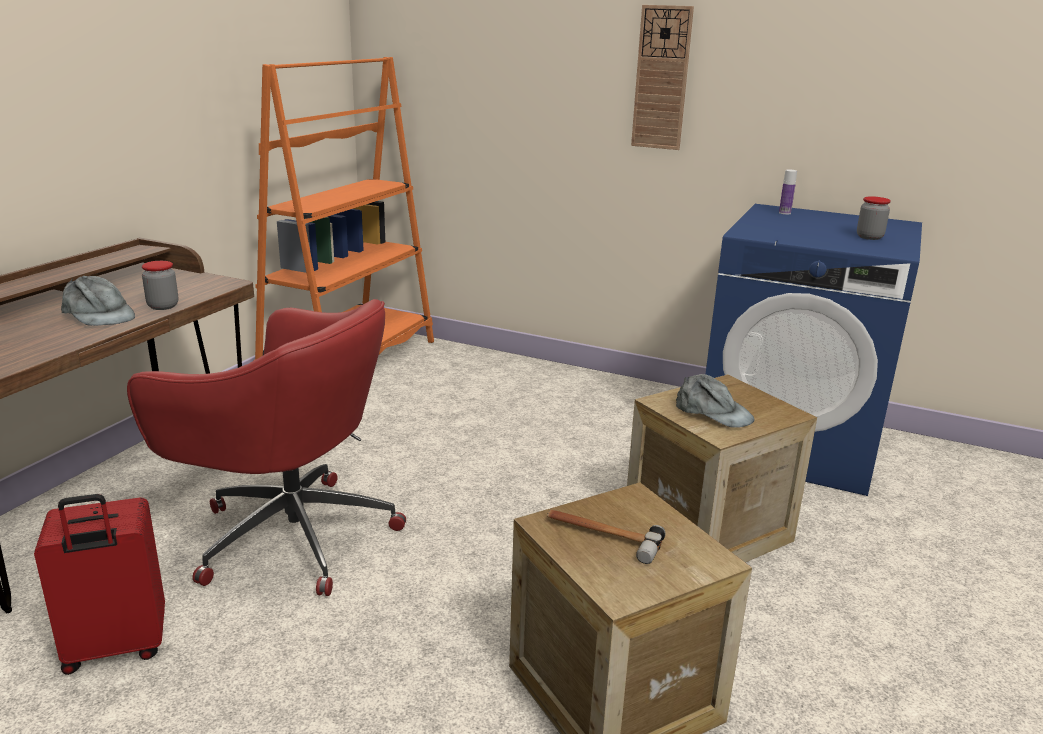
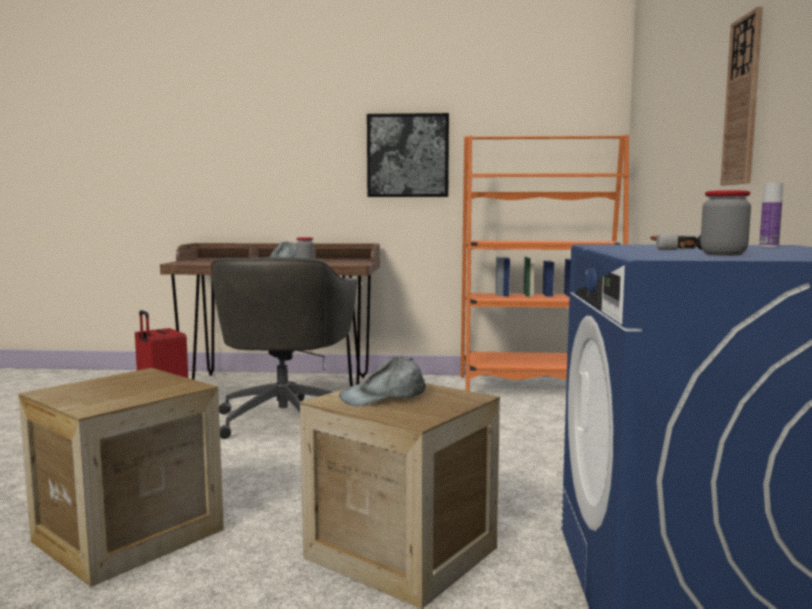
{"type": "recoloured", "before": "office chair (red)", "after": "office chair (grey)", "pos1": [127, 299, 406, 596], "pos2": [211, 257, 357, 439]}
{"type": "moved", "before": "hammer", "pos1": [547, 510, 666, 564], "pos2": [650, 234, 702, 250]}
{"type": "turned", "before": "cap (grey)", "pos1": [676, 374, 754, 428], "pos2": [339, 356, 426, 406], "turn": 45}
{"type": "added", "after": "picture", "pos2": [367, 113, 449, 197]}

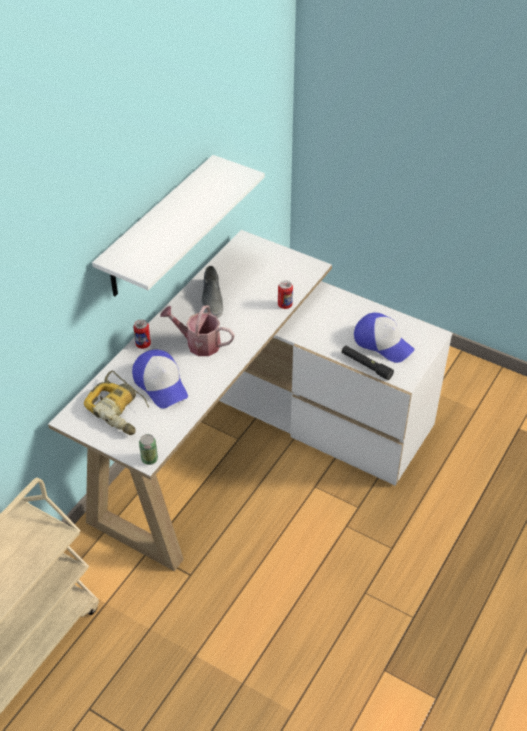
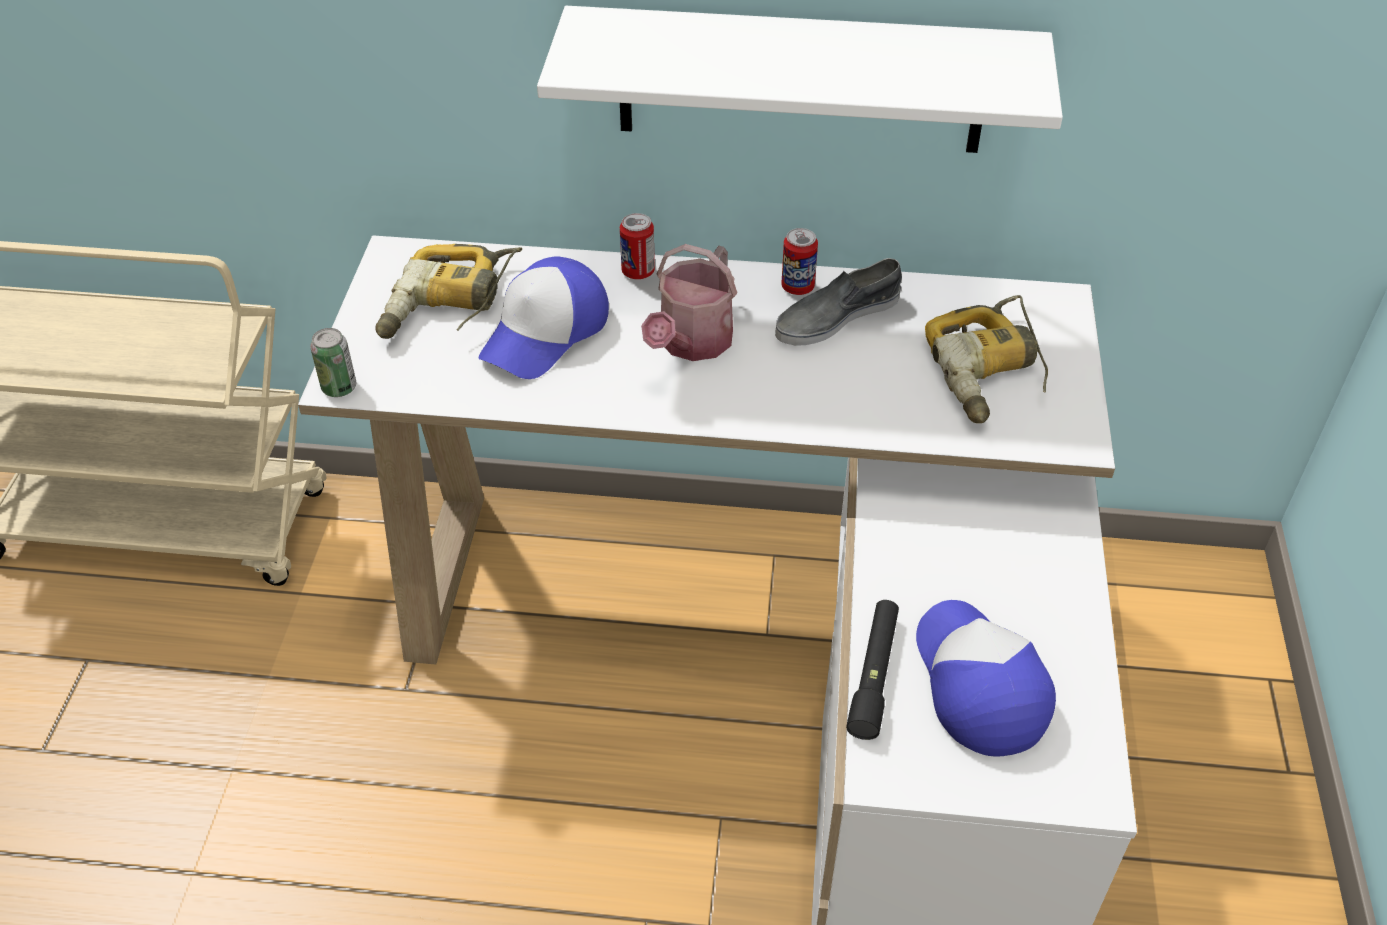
{"type": "turned", "before": "watering can", "pos1": [160, 305, 234, 356], "pos2": [641, 244, 737, 361], "turn": -150}
{"type": "moved", "before": "can", "pos1": [278, 281, 293, 309], "pos2": [781, 228, 818, 295]}
{"type": "turned", "before": "cap", "pos1": [354, 312, 415, 363], "pos2": [916, 600, 1056, 757], "turn": 150}
{"type": "added", "after": "power drill", "pos2": [925, 295, 1048, 423]}

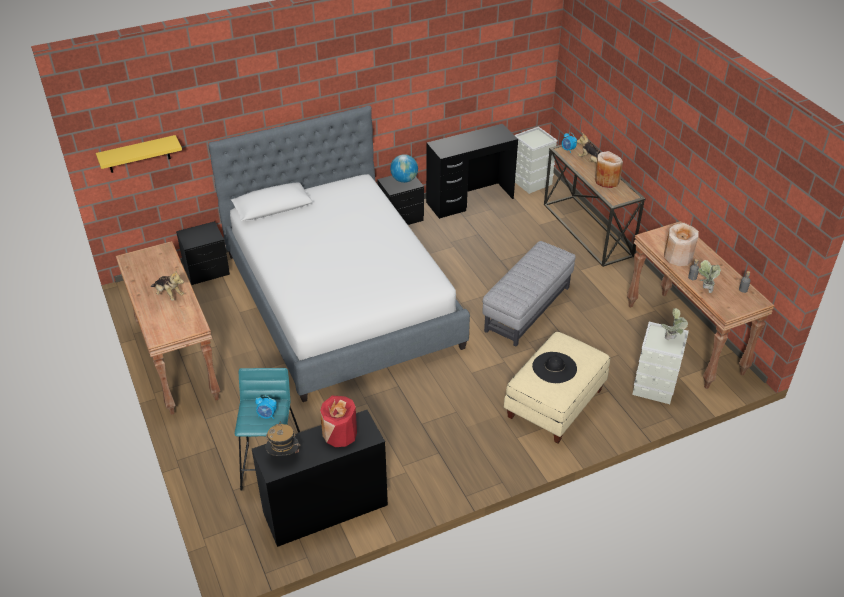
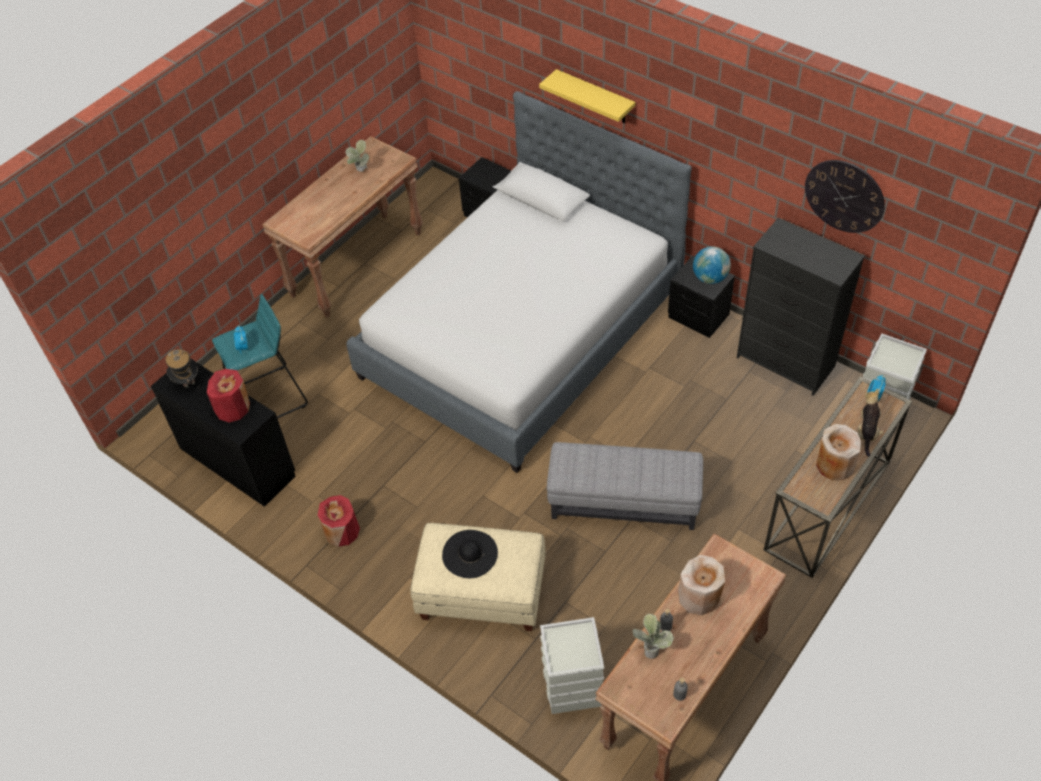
{"type": "moved", "before": "shelf (yellow)", "pos1": [96, 135, 182, 173], "pos2": [539, 69, 635, 123]}
{"type": "removed", "before": "plush toy", "pos1": [151, 270, 184, 301]}
{"type": "replaced", "before": "desk (black)", "after": "dresser (black)", "pos1": [426, 124, 518, 219], "pos2": [737, 217, 865, 396]}
{"type": "moved", "before": "potted plant", "pos1": [661, 308, 688, 340], "pos2": [346, 140, 369, 172]}
{"type": "added", "after": "vase (red)", "pos2": [318, 495, 360, 547]}
{"type": "added", "after": "wall clock", "pos2": [805, 160, 885, 233]}

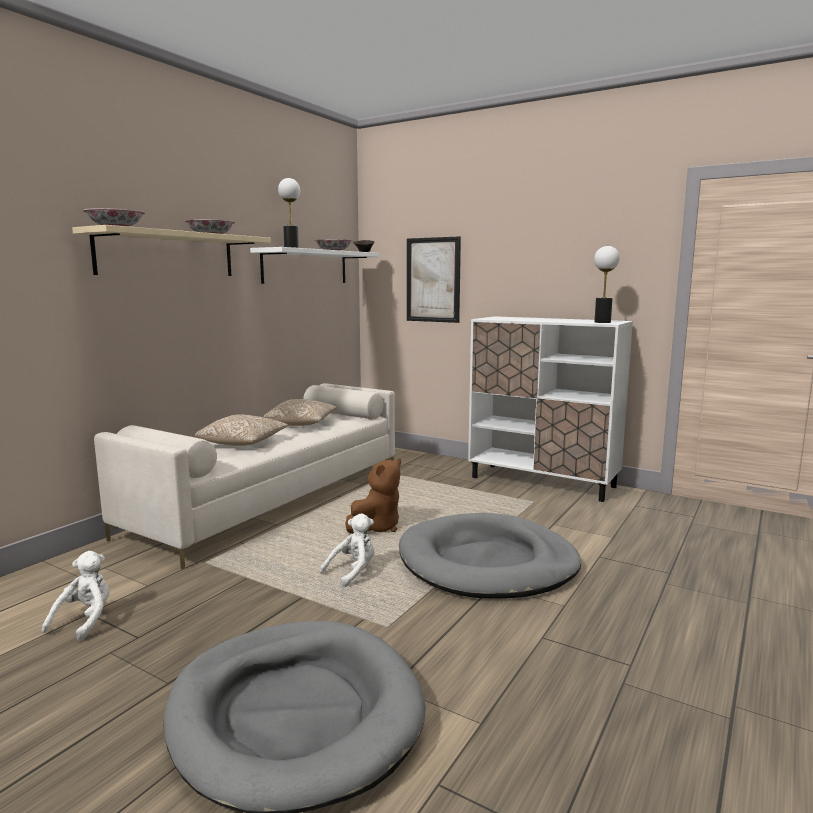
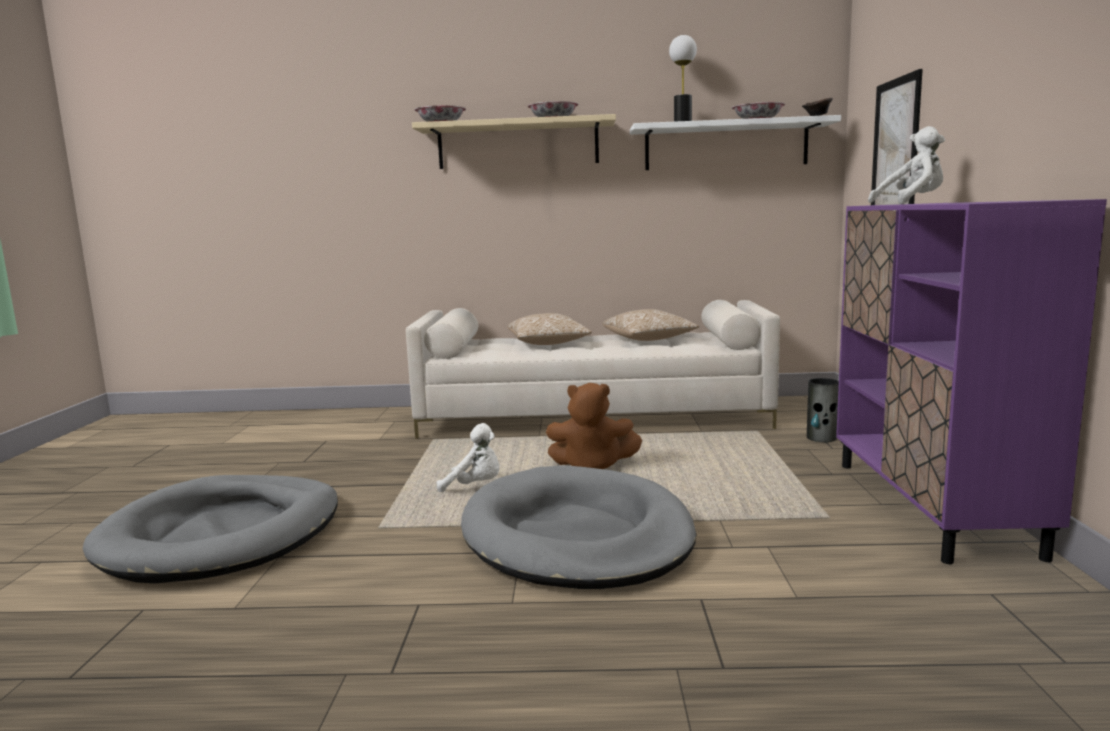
{"type": "moved", "before": "plush toy (white)", "pos1": [42, 551, 110, 641], "pos2": [868, 126, 945, 204]}
{"type": "recoloured", "before": "cabinet (white)", "after": "cabinet (purple)", "pos1": [468, 316, 633, 502], "pos2": [836, 199, 1107, 564]}
{"type": "removed", "before": "table lamp", "pos1": [594, 246, 620, 323]}
{"type": "added", "after": "vase", "pos2": [807, 378, 839, 442]}

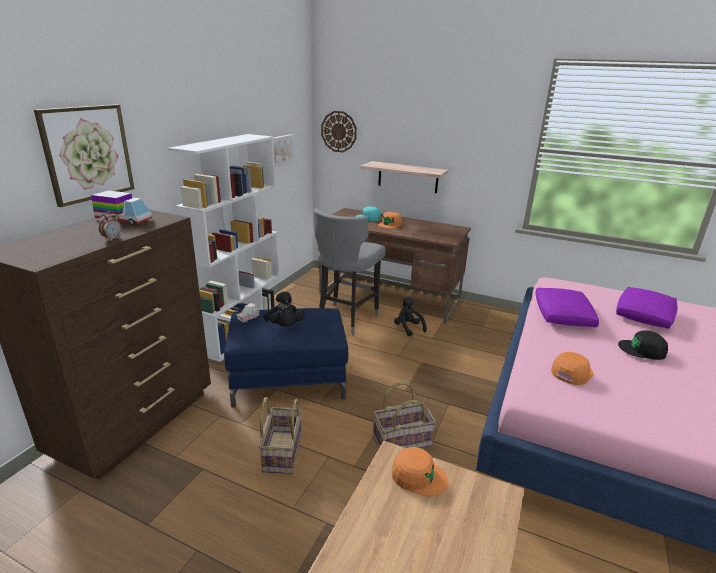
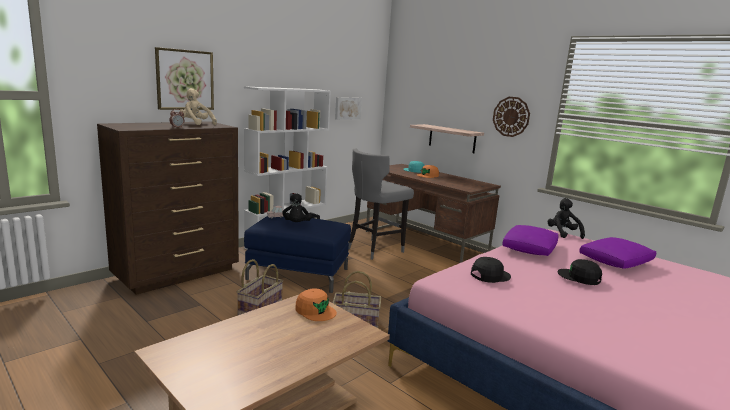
{"type": "replaced", "before": "toy truck", "after": "plush toy (beige)", "pos1": [91, 190, 152, 225], "pos2": [179, 88, 217, 125]}
{"type": "moved", "before": "wall clock", "pos1": [321, 111, 357, 152], "pos2": [493, 97, 530, 137]}
{"type": "moved", "before": "plush toy (black)", "pos1": [394, 297, 427, 336], "pos2": [547, 198, 585, 239]}
{"type": "recoloured", "before": "cap (orange)", "after": "cap (black)", "pos1": [551, 352, 593, 385], "pos2": [471, 257, 511, 283]}

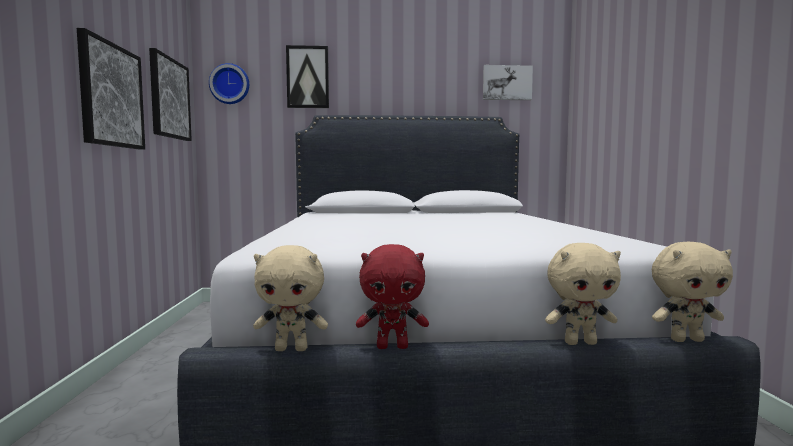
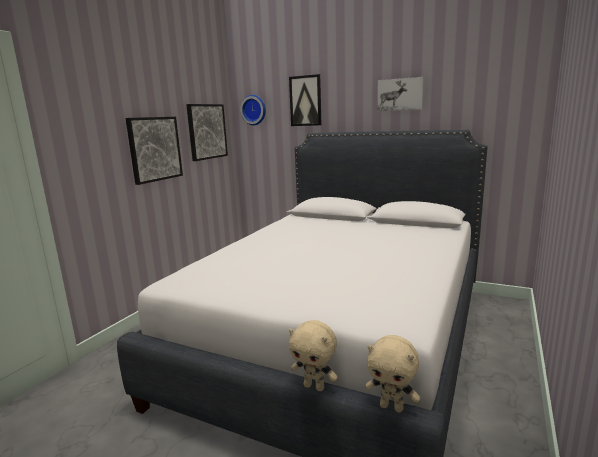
{"type": "removed", "before": "plush toy (beige)", "pos1": [253, 245, 328, 351]}
{"type": "removed", "before": "plush toy (red)", "pos1": [356, 244, 429, 349]}
{"type": "moved", "before": "picture", "pos1": [483, 65, 533, 100], "pos2": [377, 77, 424, 111]}

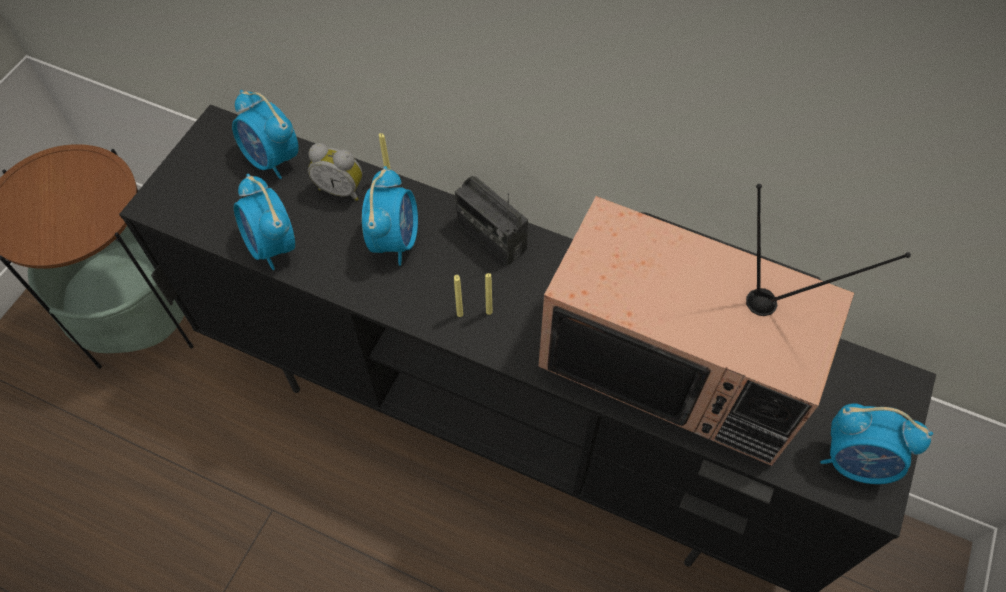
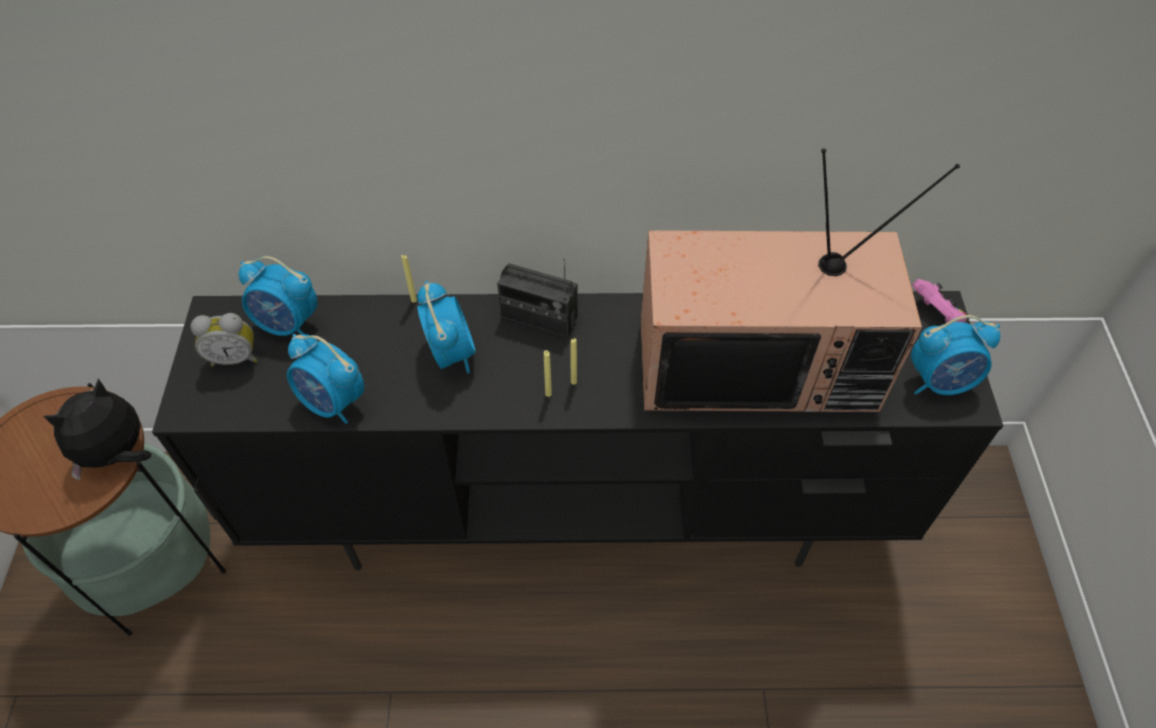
{"type": "moved", "before": "alarm clock", "pos1": [308, 143, 362, 201], "pos2": [191, 313, 257, 367]}
{"type": "added", "after": "plush toy", "pos2": [44, 379, 151, 481]}
{"type": "added", "after": "game controller (pink)", "pos2": [912, 279, 967, 323]}

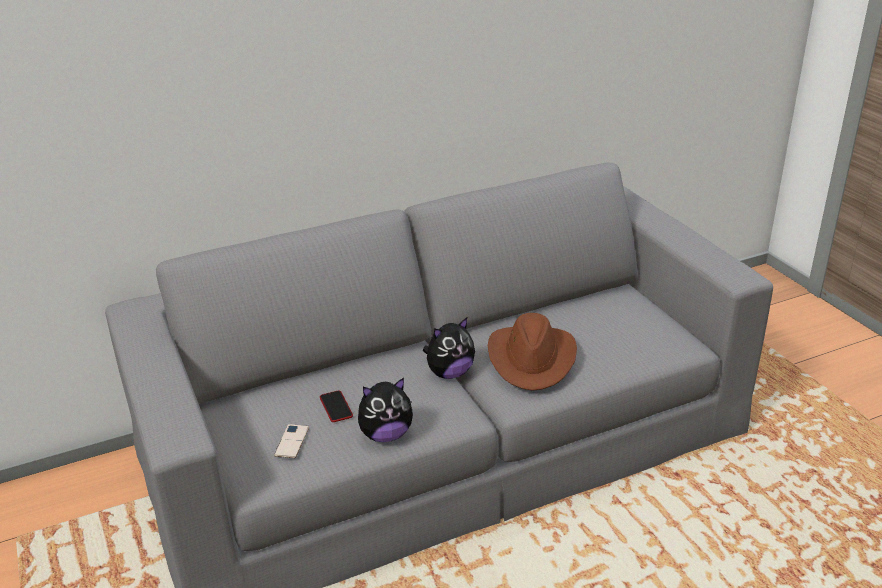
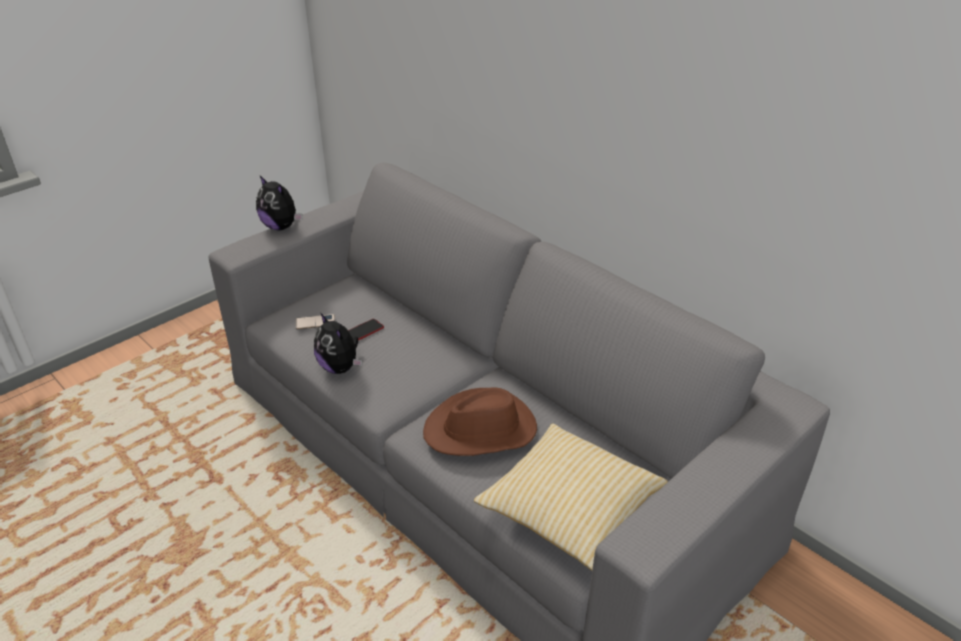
{"type": "moved", "before": "plush toy", "pos1": [423, 318, 475, 379], "pos2": [256, 176, 303, 231]}
{"type": "added", "after": "pillow", "pos2": [474, 423, 668, 571]}

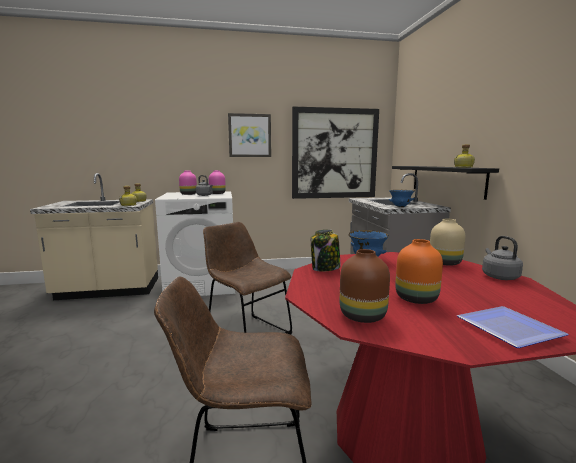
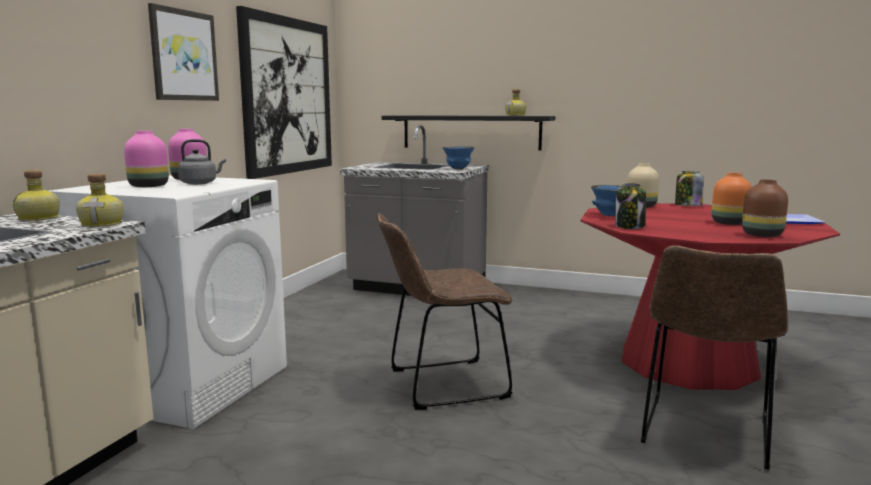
{"type": "replaced", "before": "kettle (grey)", "after": "jar", "pos1": [482, 236, 523, 280], "pos2": [675, 171, 704, 206]}

